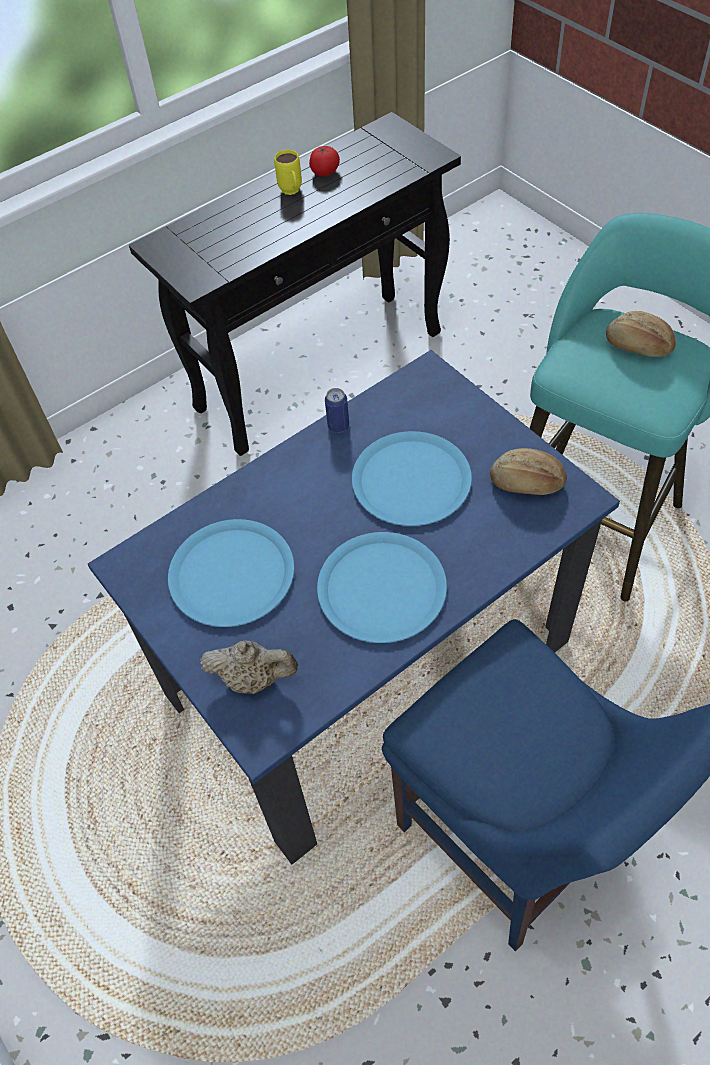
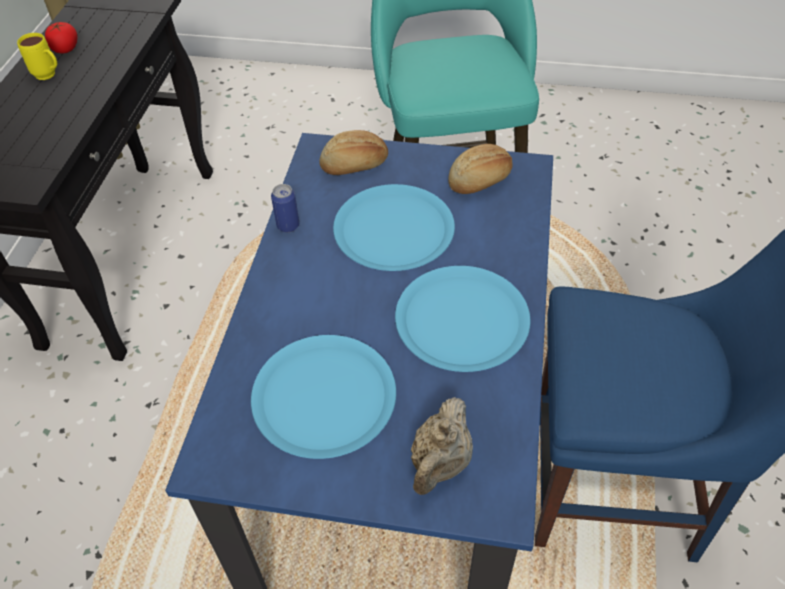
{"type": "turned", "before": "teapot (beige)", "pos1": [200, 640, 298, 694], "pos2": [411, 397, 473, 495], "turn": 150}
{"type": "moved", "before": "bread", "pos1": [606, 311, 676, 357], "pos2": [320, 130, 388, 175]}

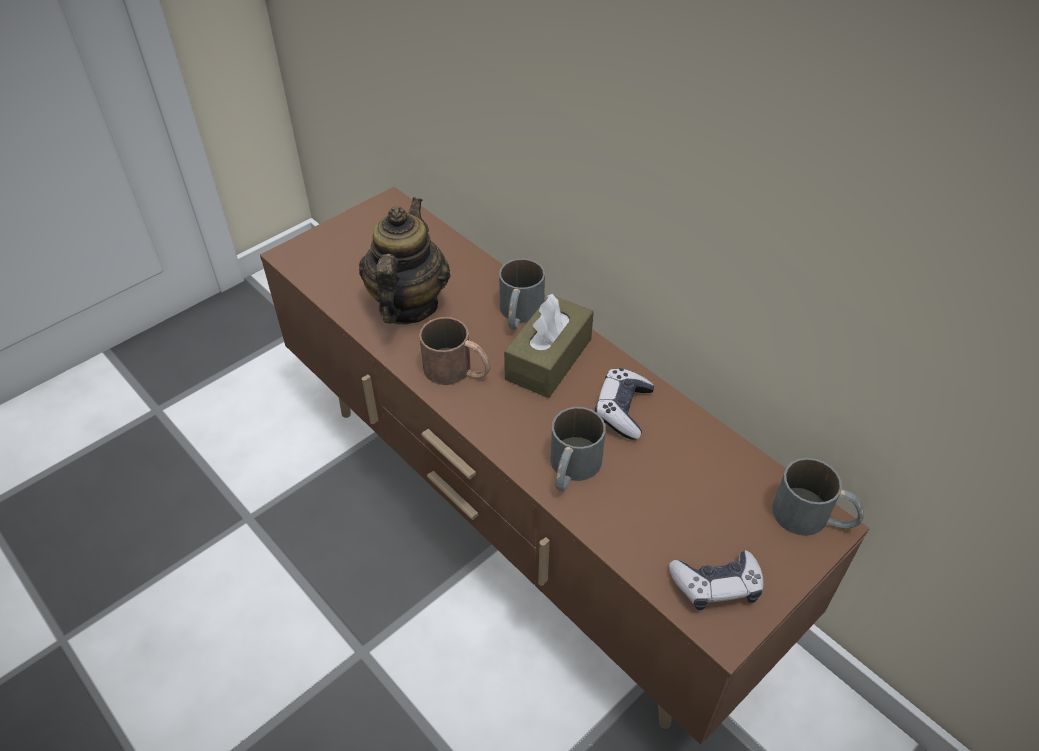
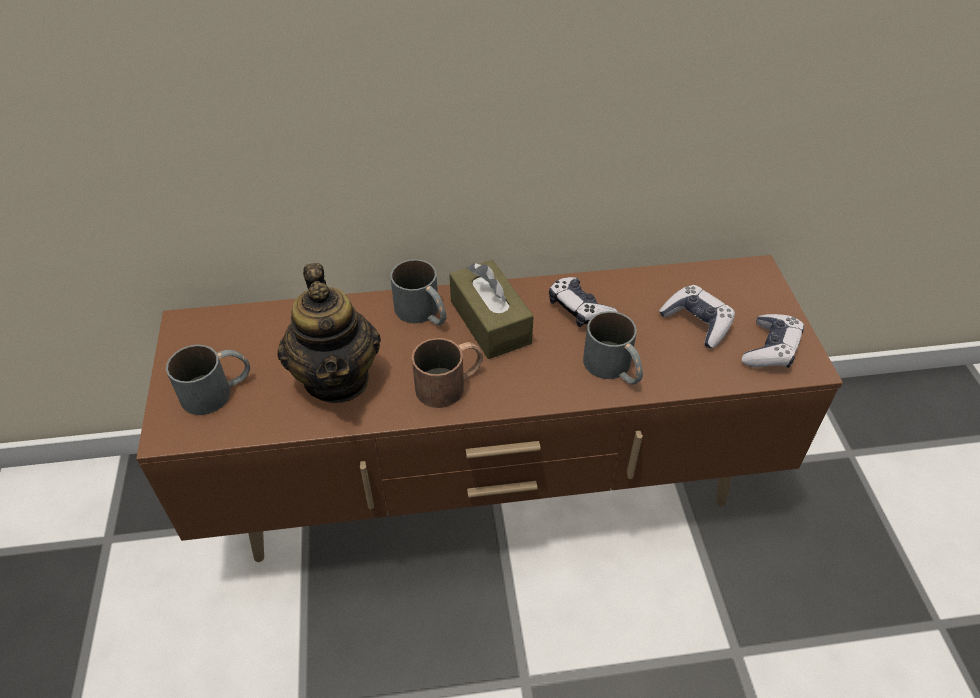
{"type": "turned", "before": "teapot", "pos1": [359, 197, 451, 324], "pos2": [277, 263, 381, 403], "turn": -150}
{"type": "moved", "before": "mug (grey)", "pos1": [772, 458, 864, 536], "pos2": [166, 345, 250, 415]}
{"type": "added", "after": "game controller", "pos2": [659, 285, 735, 348]}

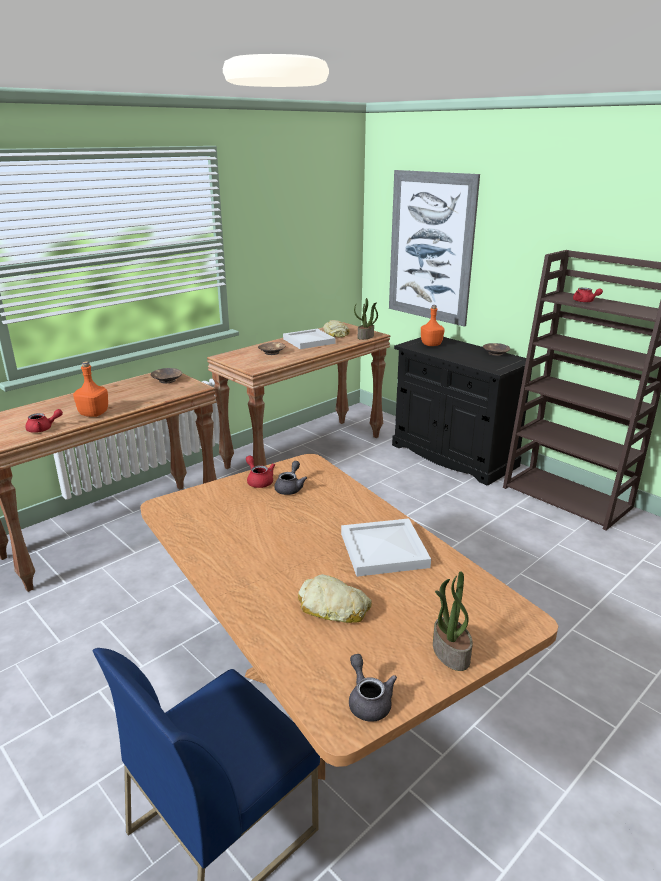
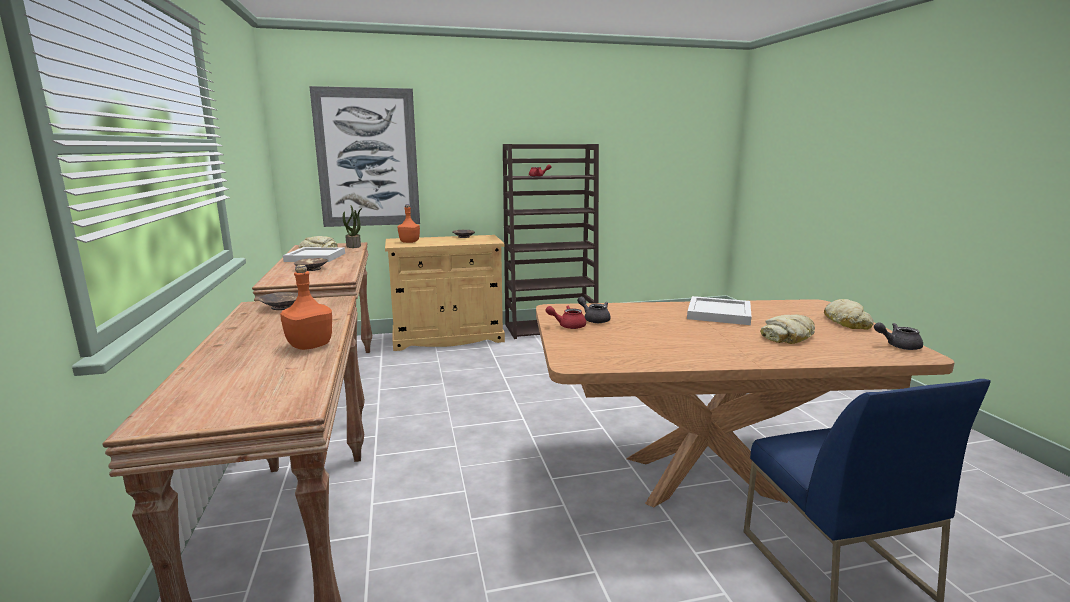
{"type": "removed", "before": "teapot (red)", "pos1": [25, 409, 63, 433]}
{"type": "recoloured", "before": "cabinet (black)", "after": "cabinet (beige)", "pos1": [392, 337, 532, 486], "pos2": [385, 235, 505, 351]}
{"type": "replaced", "before": "potted plant", "after": "bread", "pos1": [433, 571, 473, 671], "pos2": [824, 299, 874, 330]}

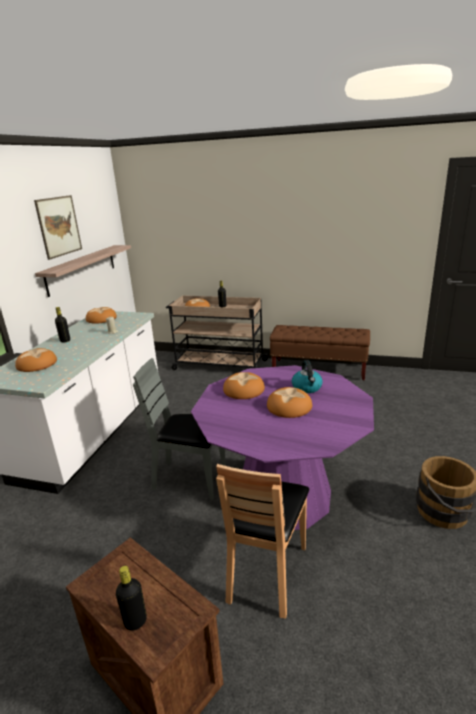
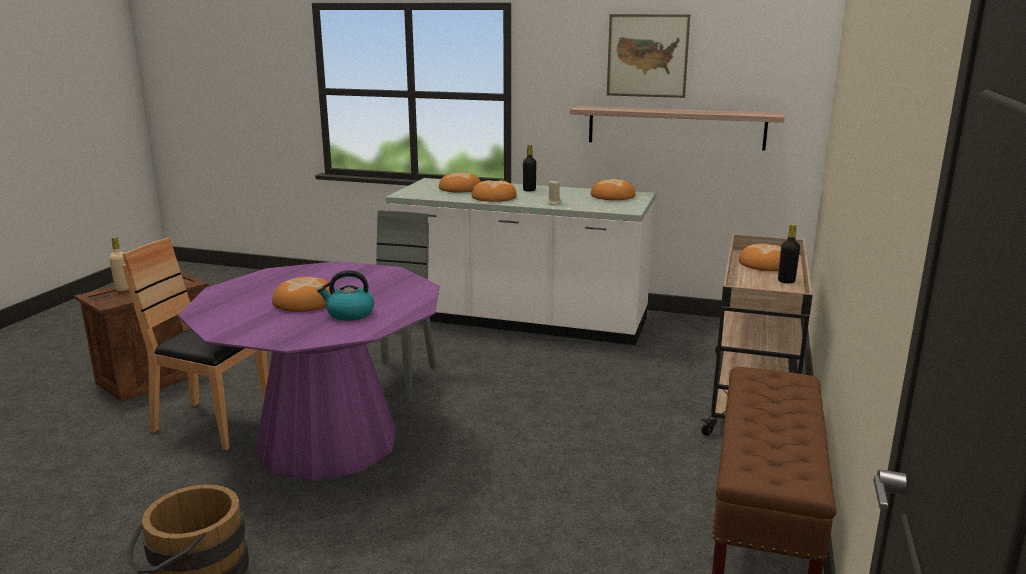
{"type": "recoloured", "before": "bottle (black)", "after": "bottle (beige)", "pos1": [116, 566, 147, 630], "pos2": [109, 237, 129, 291]}
{"type": "moved", "before": "bread", "pos1": [223, 372, 265, 399], "pos2": [472, 180, 517, 202]}

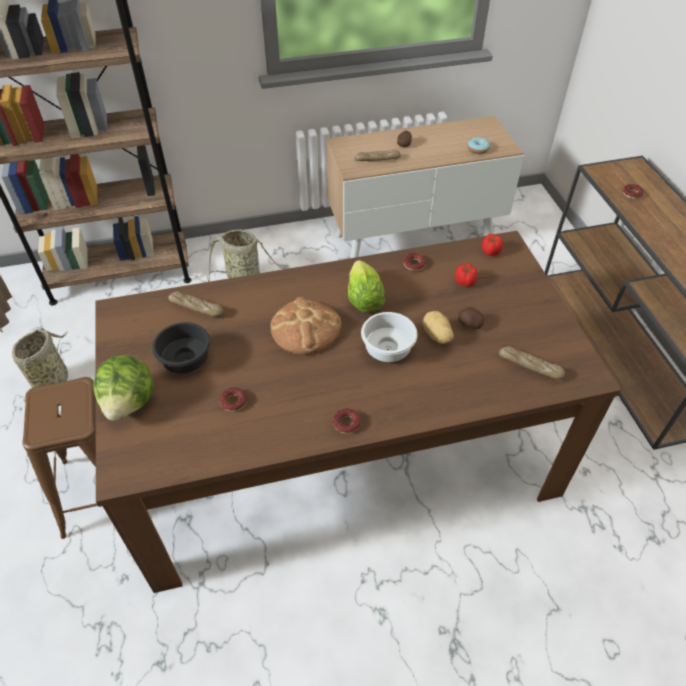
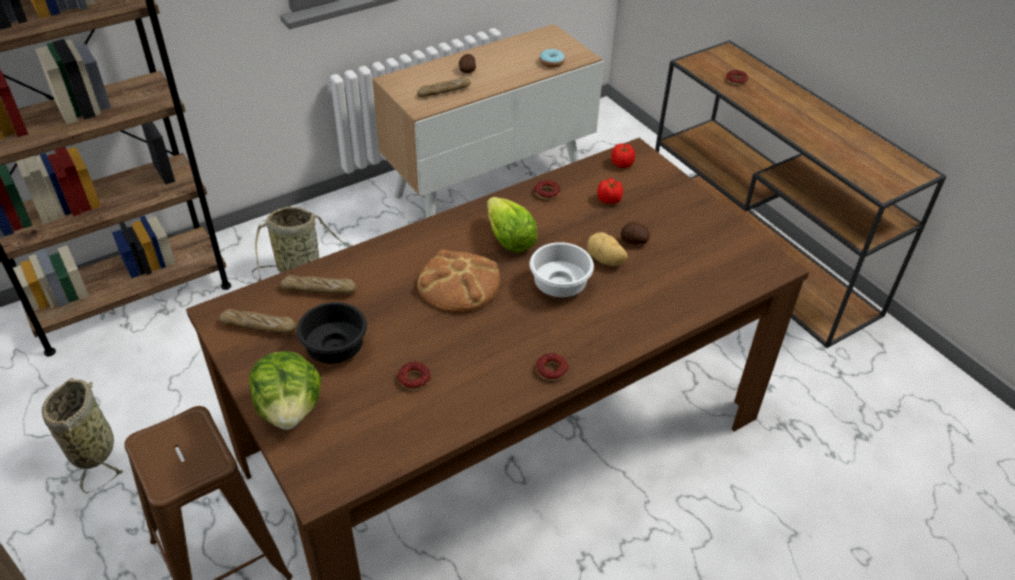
{"type": "moved", "before": "bread", "pos1": [499, 347, 565, 379], "pos2": [219, 309, 296, 333]}

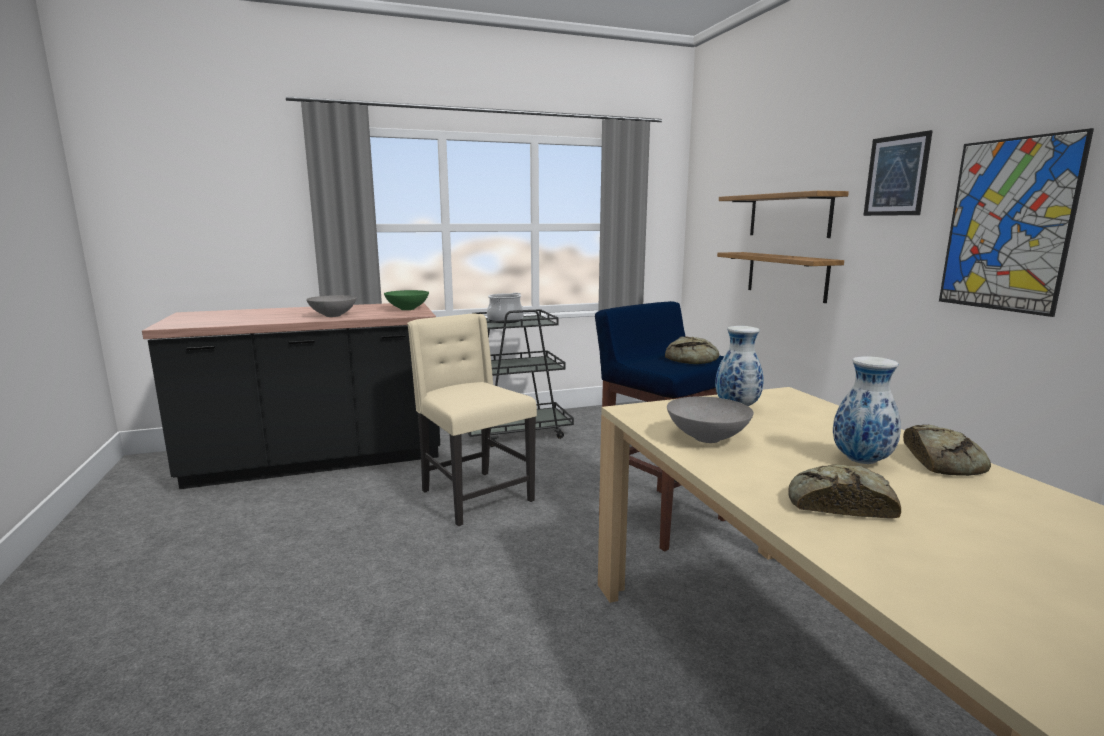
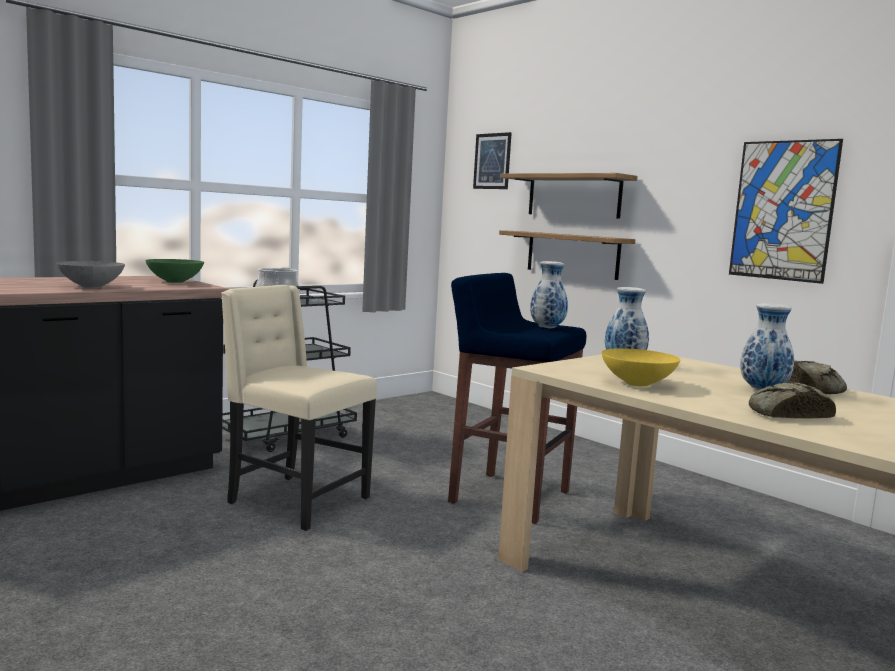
{"type": "replaced", "before": "bread", "after": "vase", "pos1": [665, 336, 719, 364], "pos2": [530, 261, 568, 328]}
{"type": "recoloured", "before": "bowl (grey)", "after": "bowl (yellow)", "pos1": [667, 396, 754, 443], "pos2": [601, 348, 680, 387]}
{"type": "moved", "before": "picture", "pos1": [863, 130, 933, 216], "pos2": [473, 132, 512, 189]}

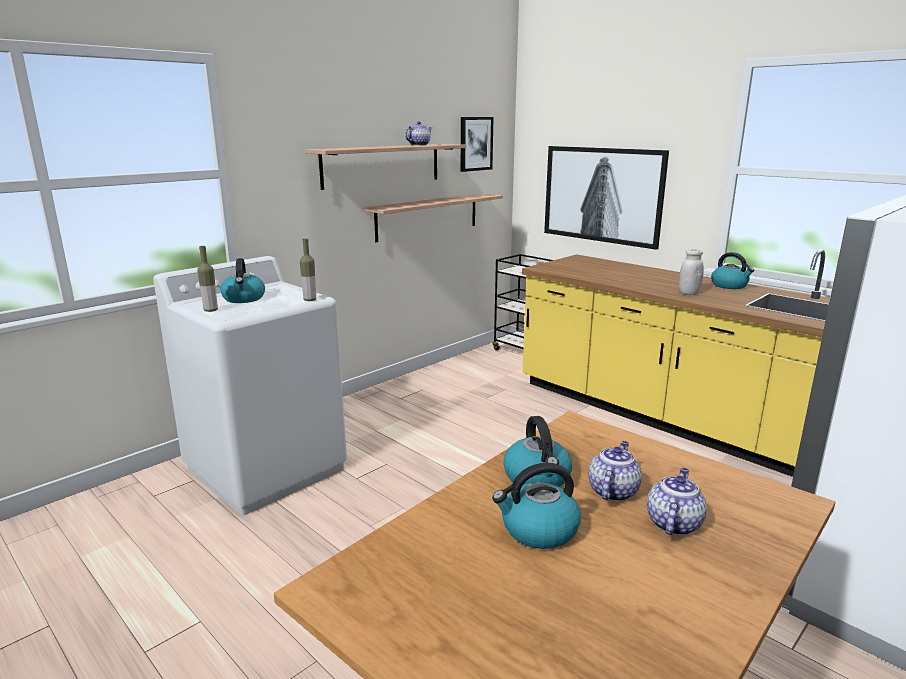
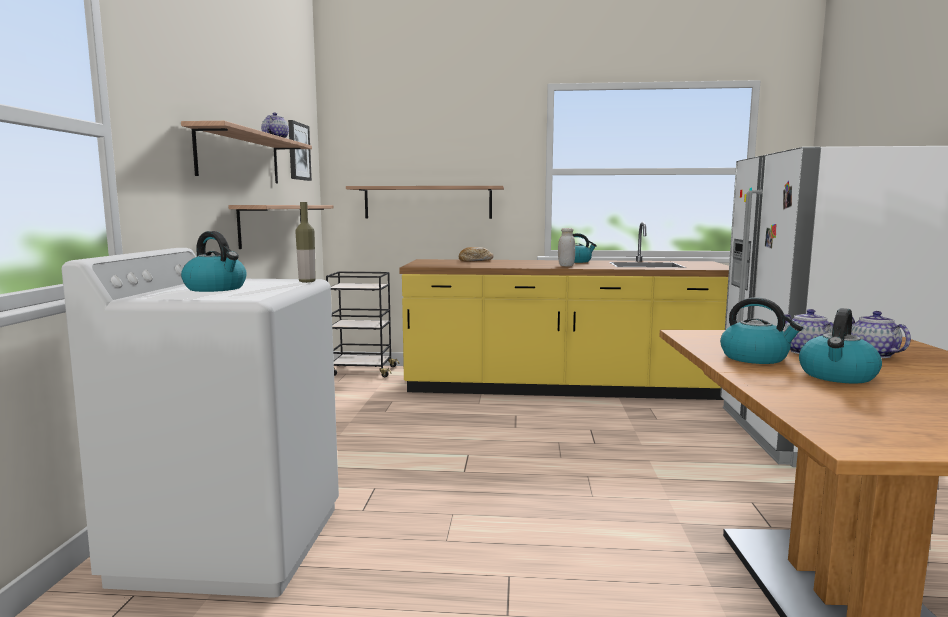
{"type": "removed", "before": "bottle", "pos1": [197, 246, 218, 312]}
{"type": "replaced", "before": "picture", "after": "shelf", "pos1": [544, 146, 669, 250], "pos2": [346, 186, 504, 219]}
{"type": "added", "after": "bread", "pos2": [459, 247, 493, 262]}

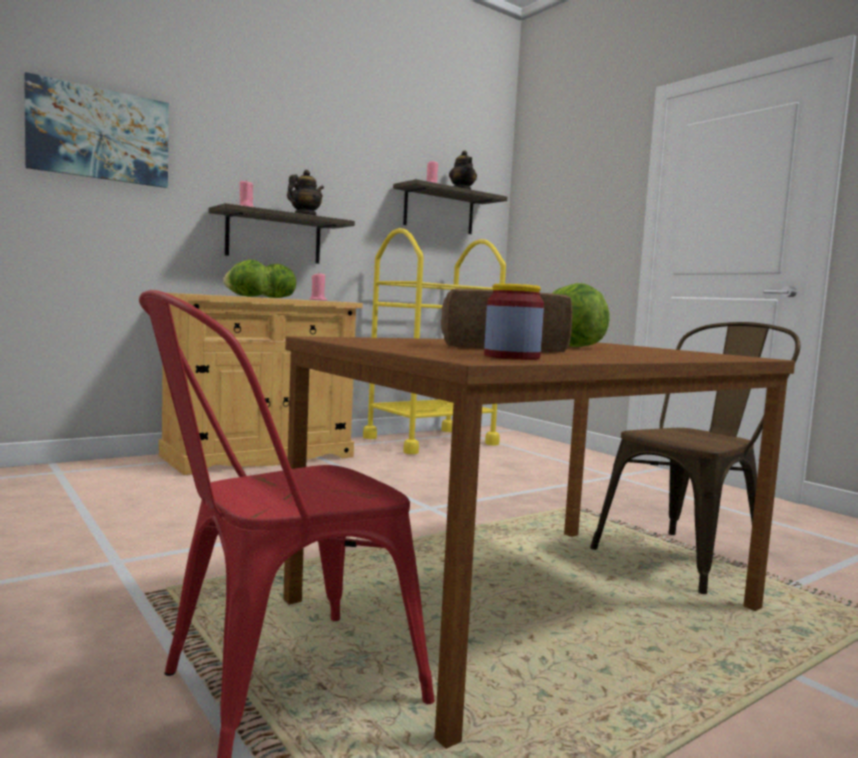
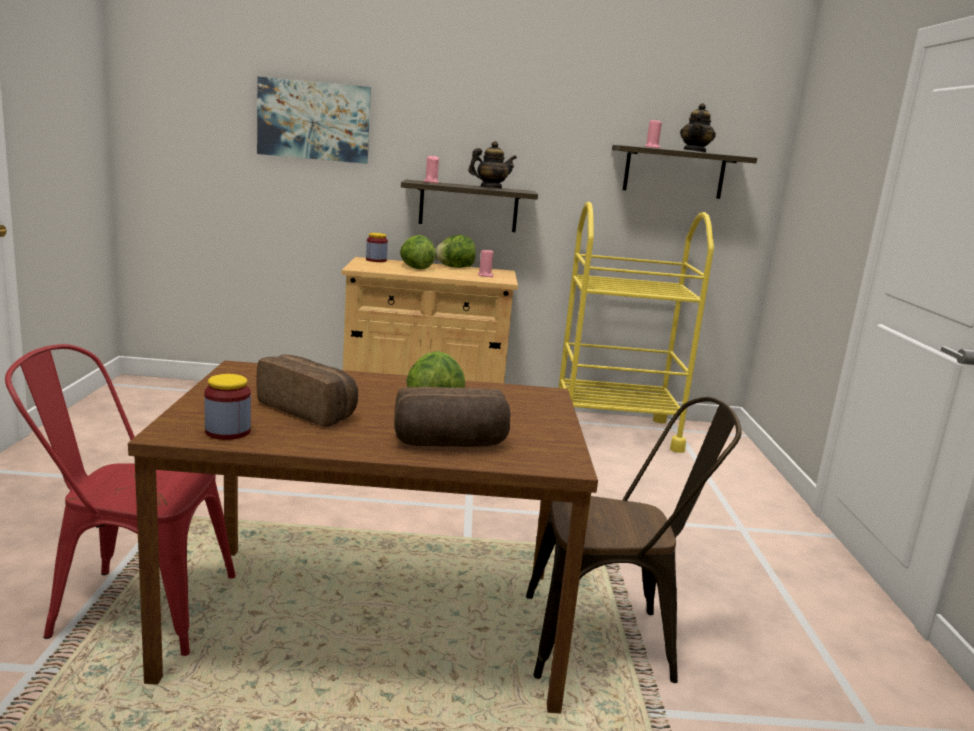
{"type": "added", "after": "jar", "pos2": [366, 233, 388, 262]}
{"type": "added", "after": "bread", "pos2": [394, 387, 511, 447]}

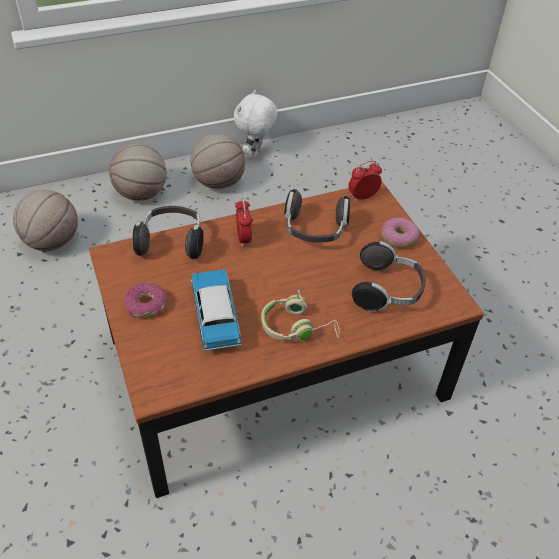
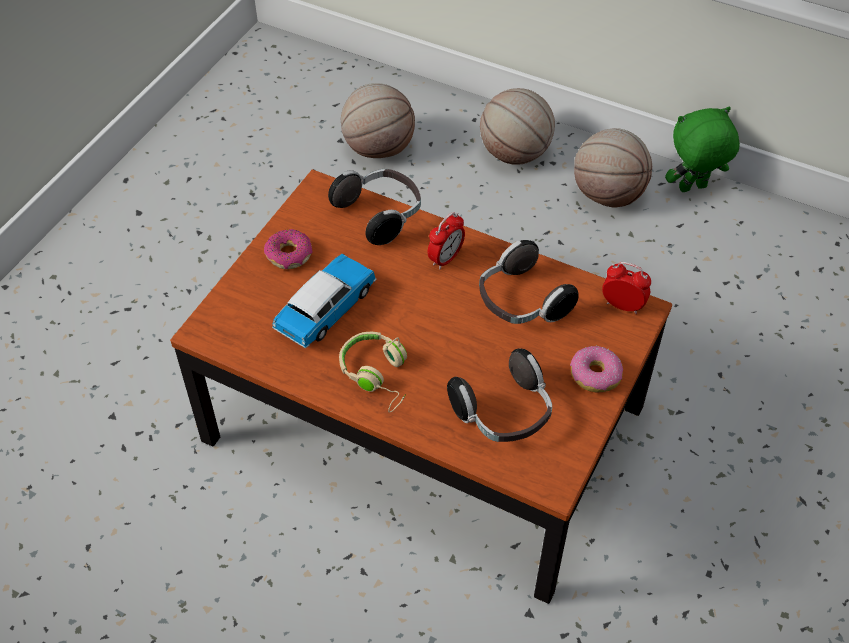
{"type": "recoloured", "before": "plush toy (white)", "after": "plush toy (green)", "pos1": [234, 90, 278, 159], "pos2": [665, 107, 740, 192]}

